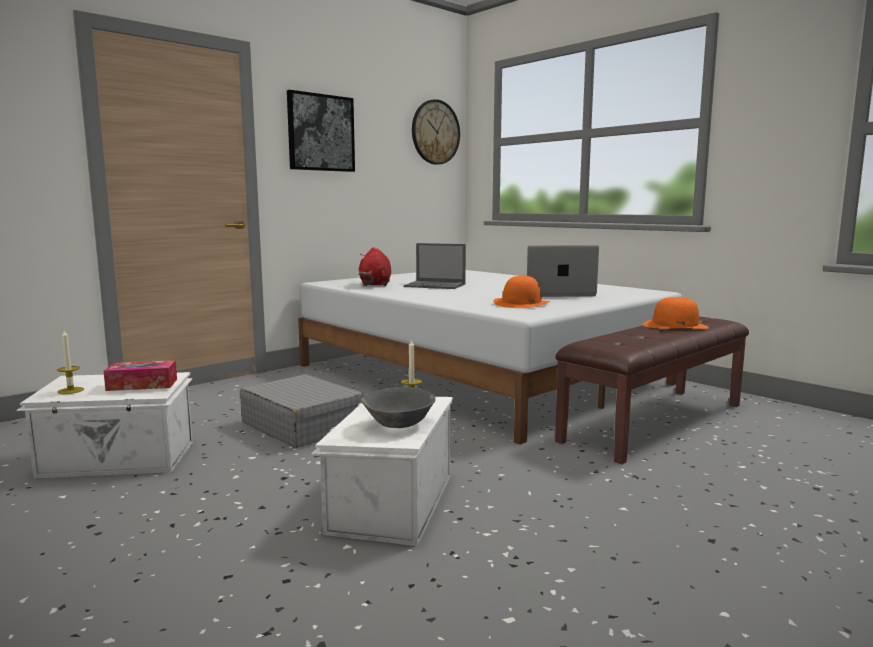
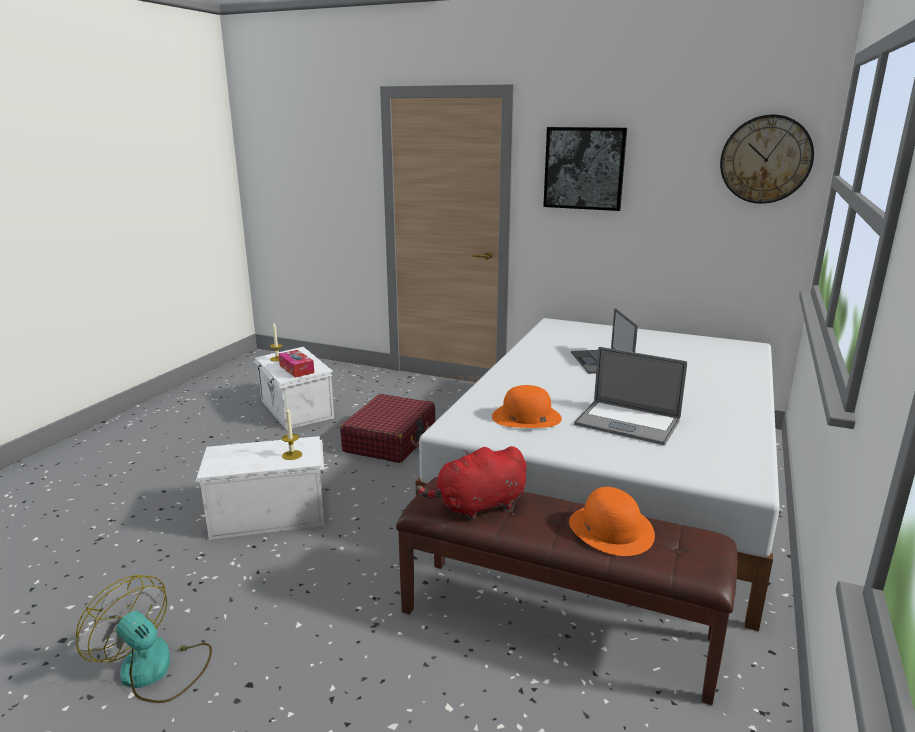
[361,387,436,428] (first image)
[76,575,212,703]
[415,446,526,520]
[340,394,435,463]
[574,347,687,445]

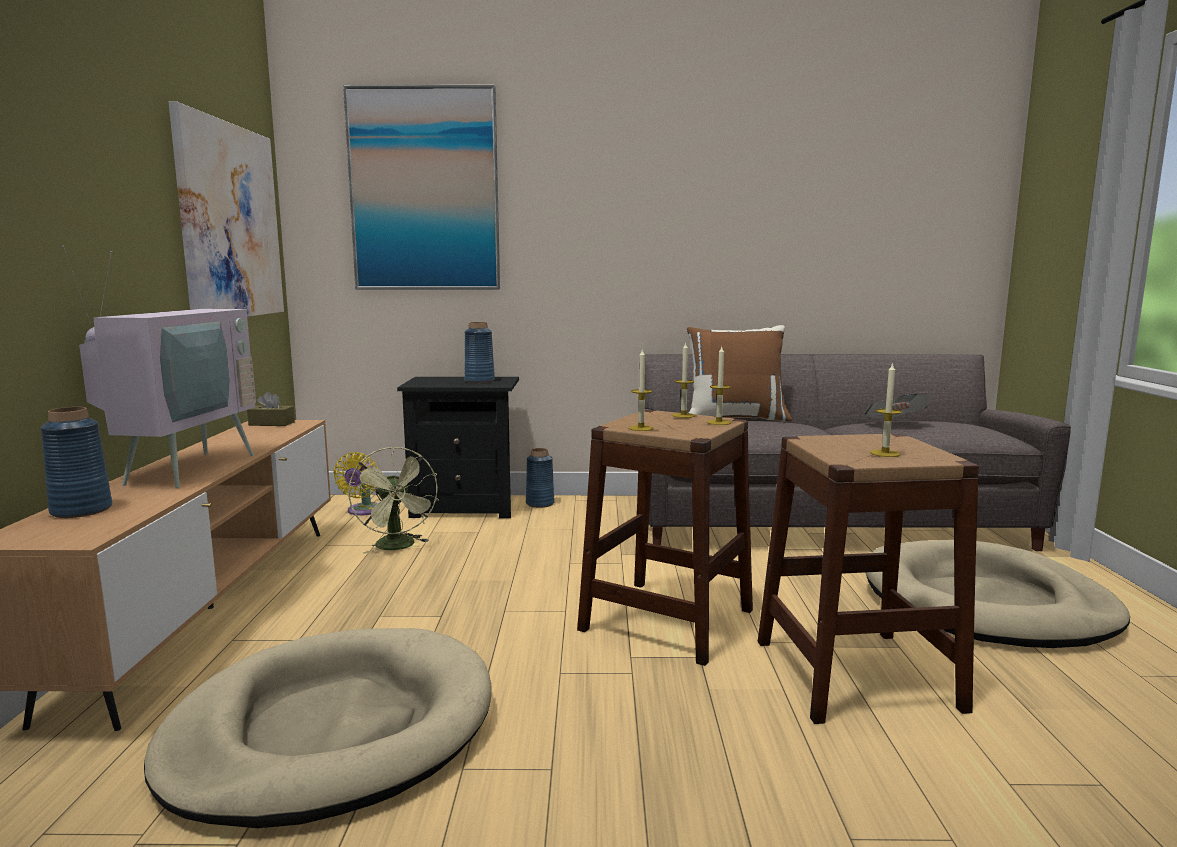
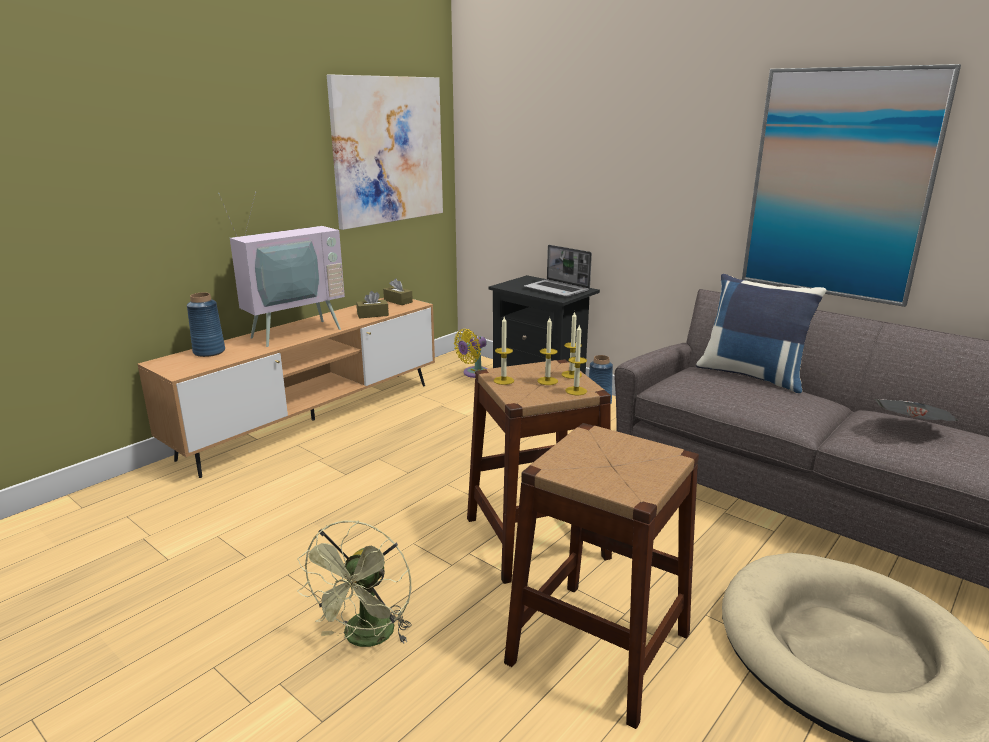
[144,628,492,828] (first image)
[356,291,389,318]
[742,64,961,307]
[297,521,412,647]
[537,317,558,385]
[524,245,592,297]
[696,274,826,394]

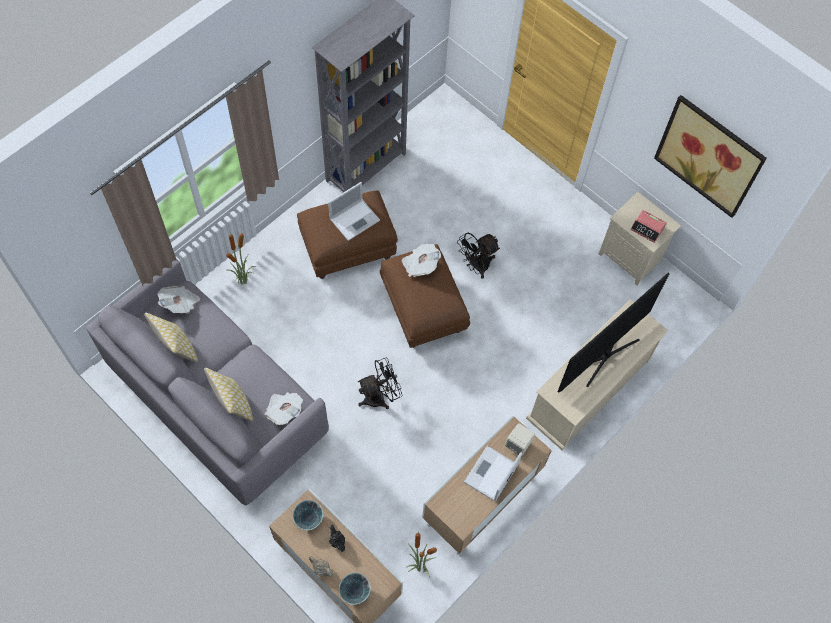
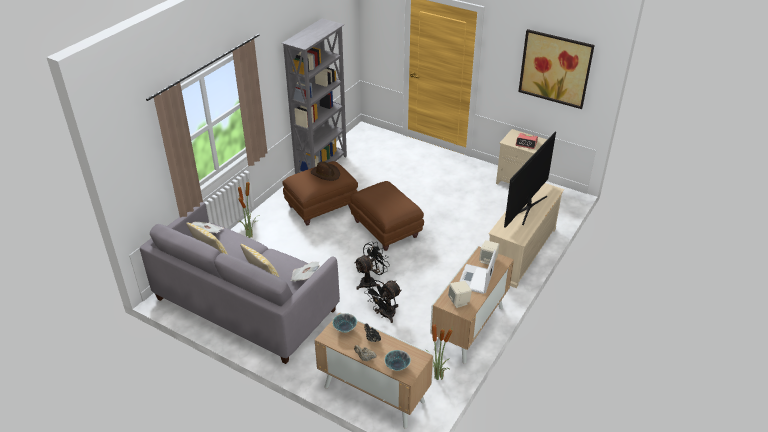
[402,244,441,277] (first image)
[448,281,472,308]
[364,280,402,323]
[311,161,340,181]

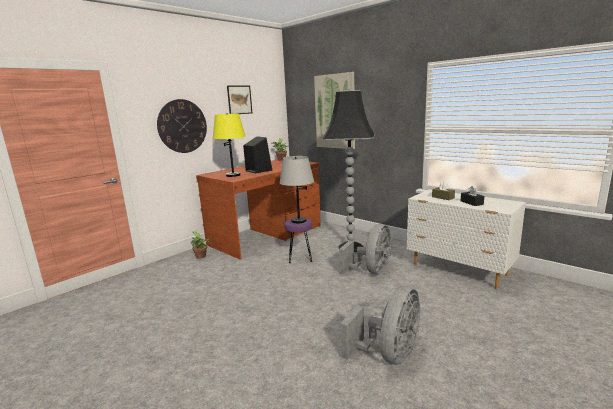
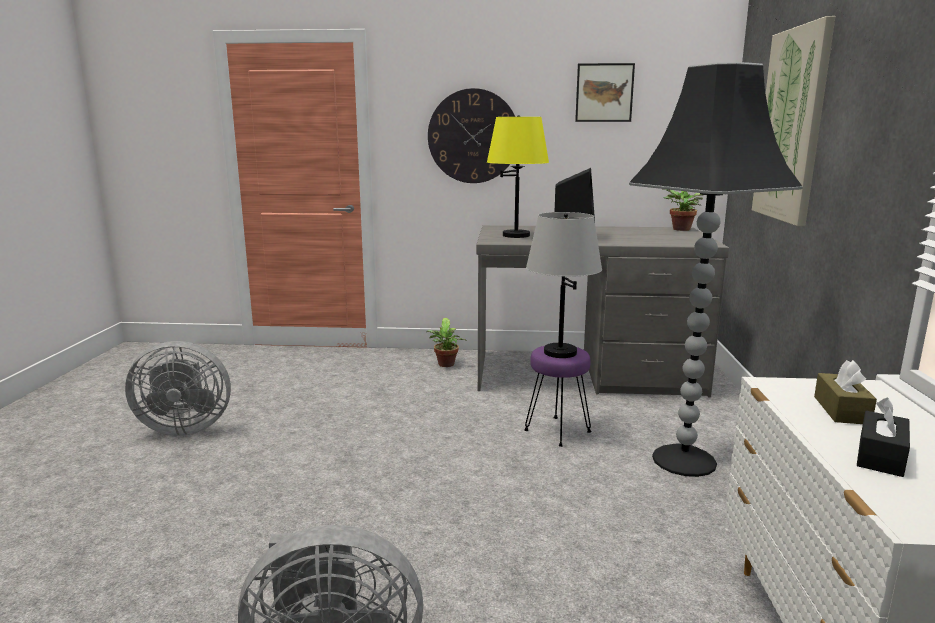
[125,341,231,436]
[476,225,729,397]

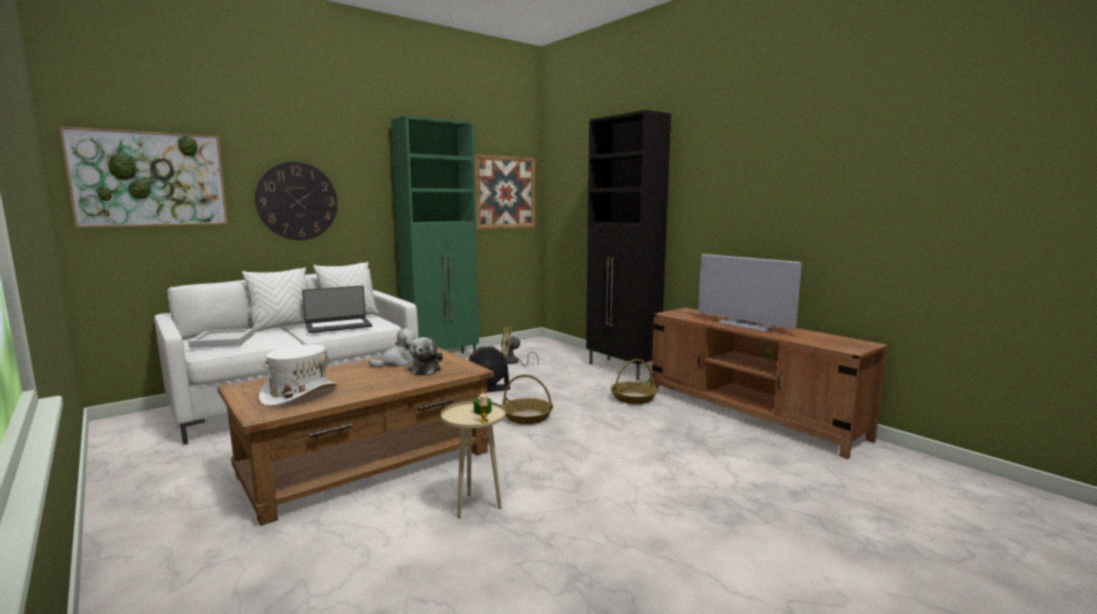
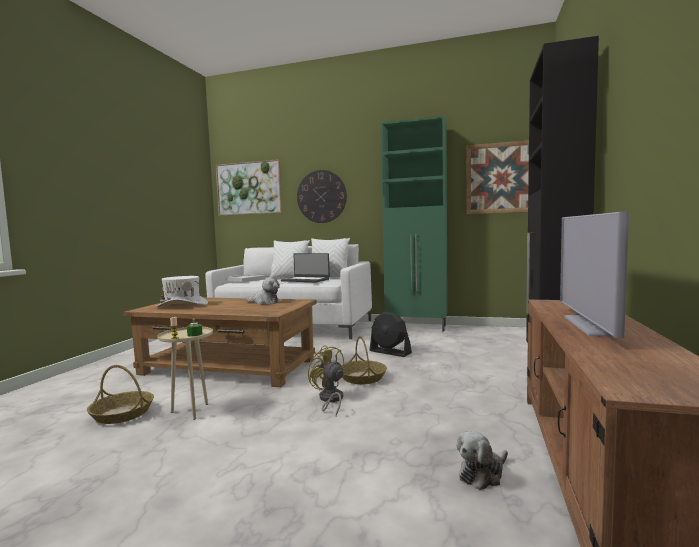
[457,431,508,490]
[308,345,346,416]
[87,365,154,424]

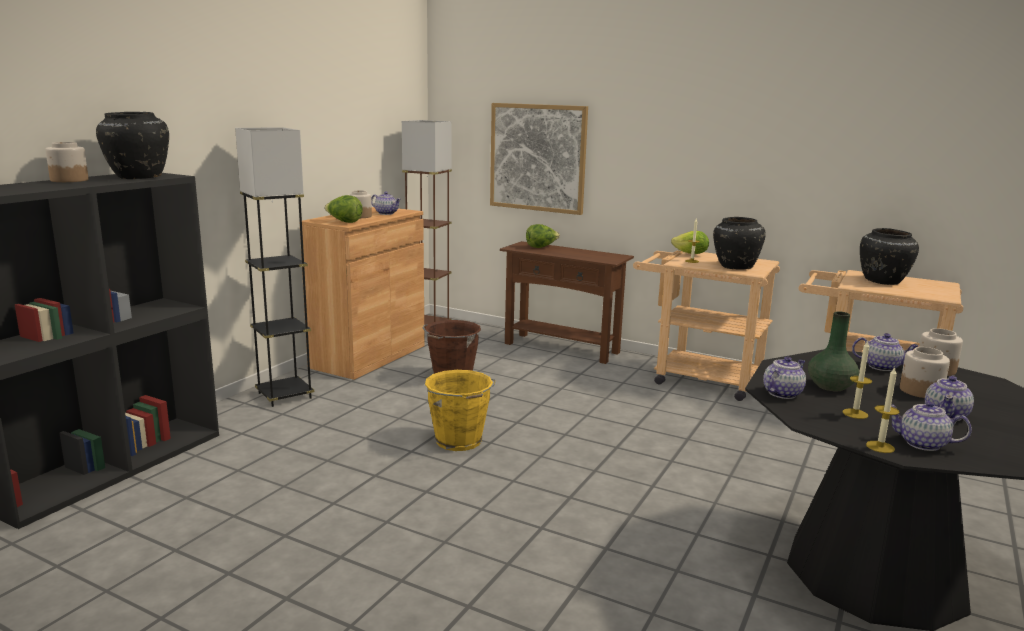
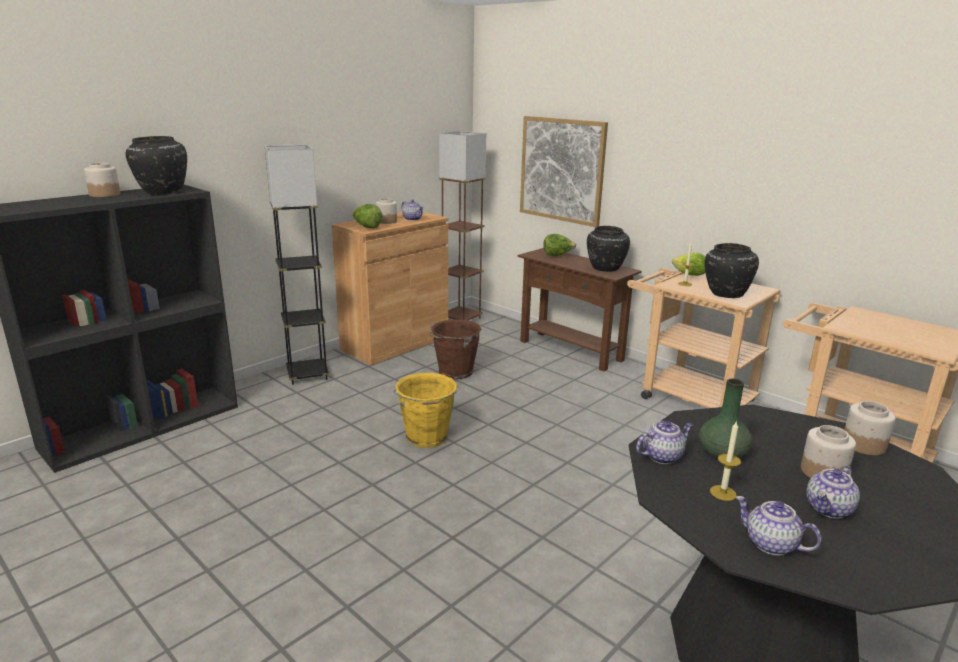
[852,333,918,371] (first image)
[866,367,900,453] (first image)
[587,226,630,272]

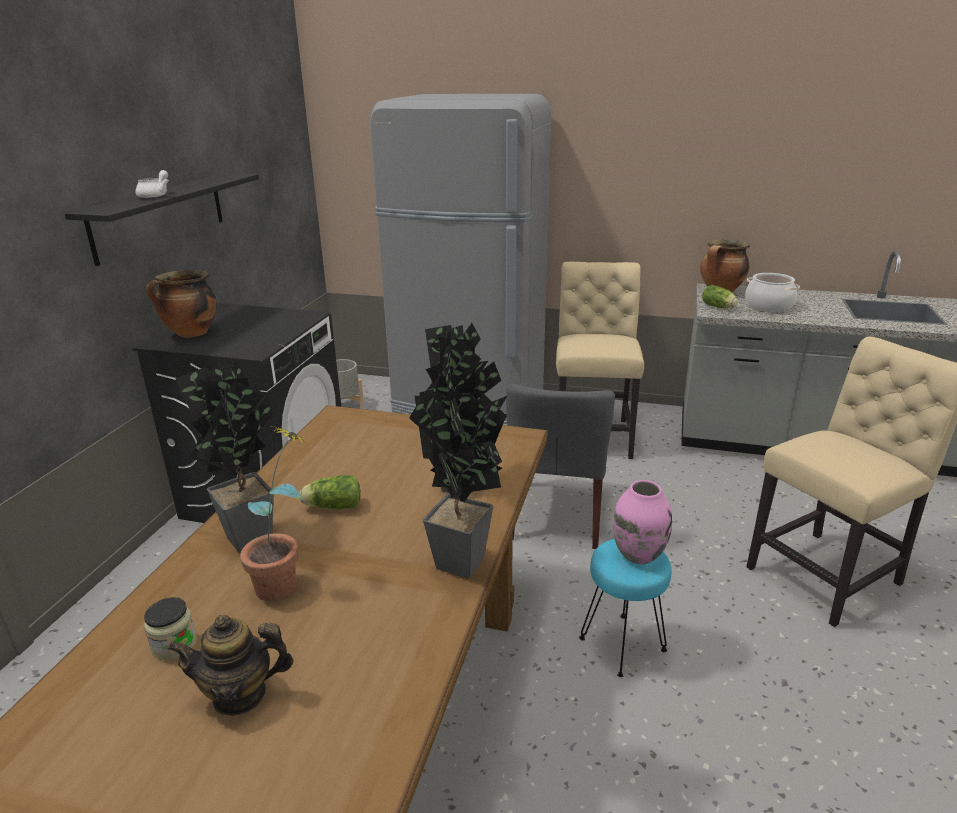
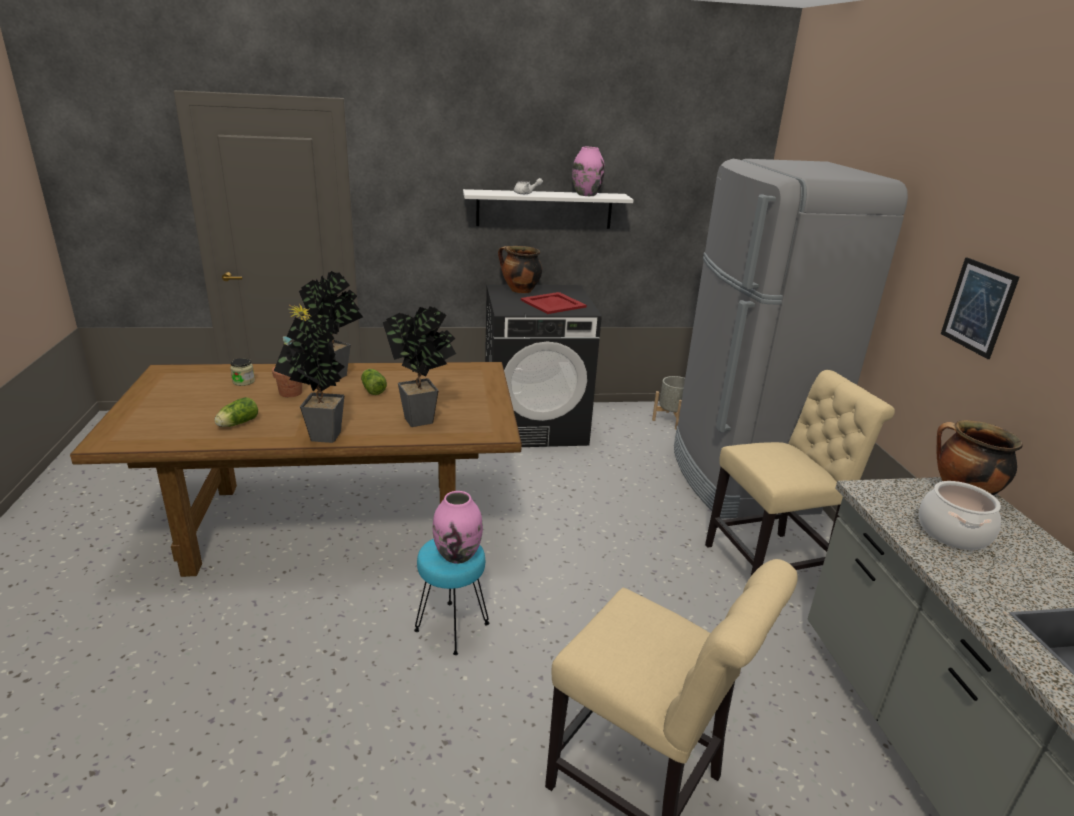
[167,615,294,716] (first image)
[506,384,615,549] (first image)
[521,292,587,314]
[572,147,605,196]
[941,257,1019,359]
[214,397,258,427]
[463,189,633,229]

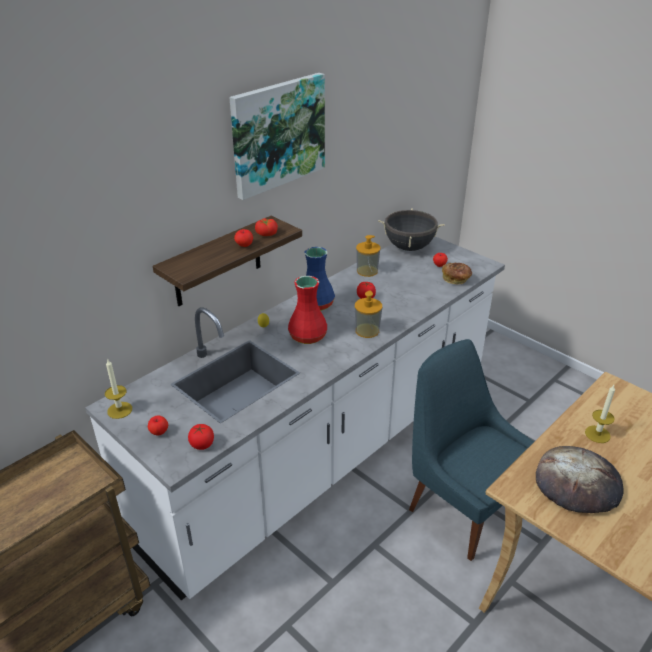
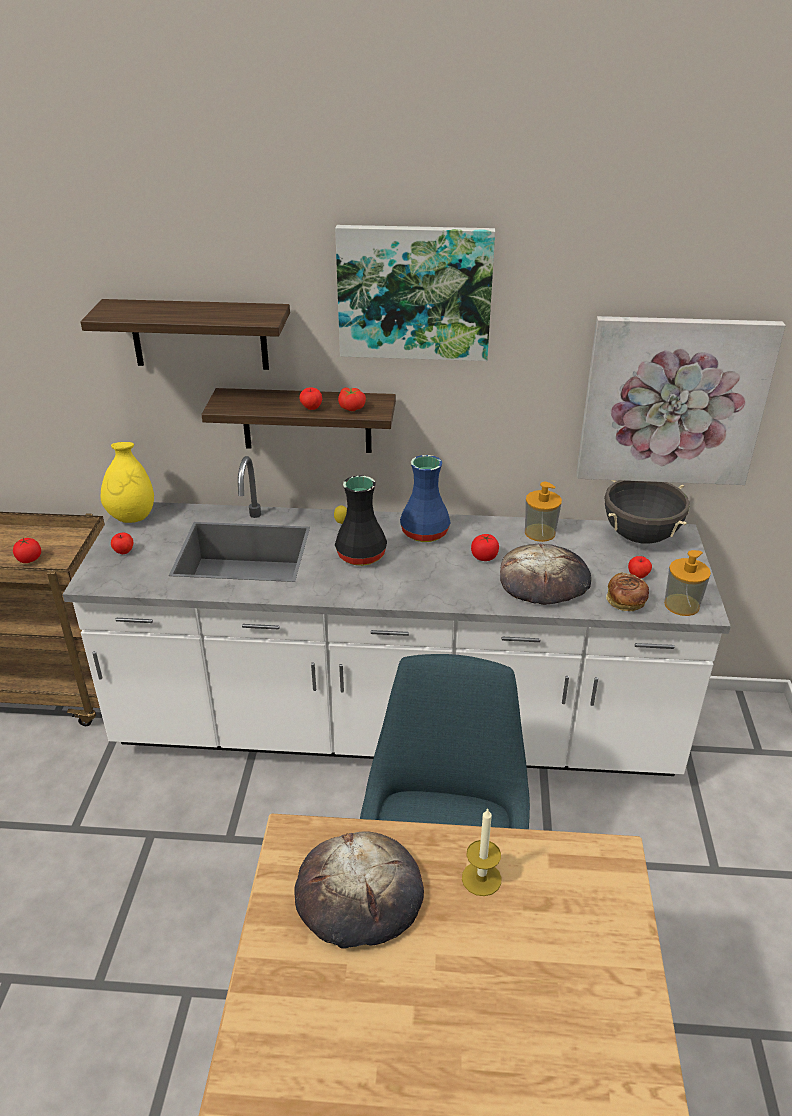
[80,299,290,370]
[500,544,591,605]
[576,316,786,485]
[13,537,41,563]
[664,550,711,616]
[101,442,154,523]
[335,475,387,566]

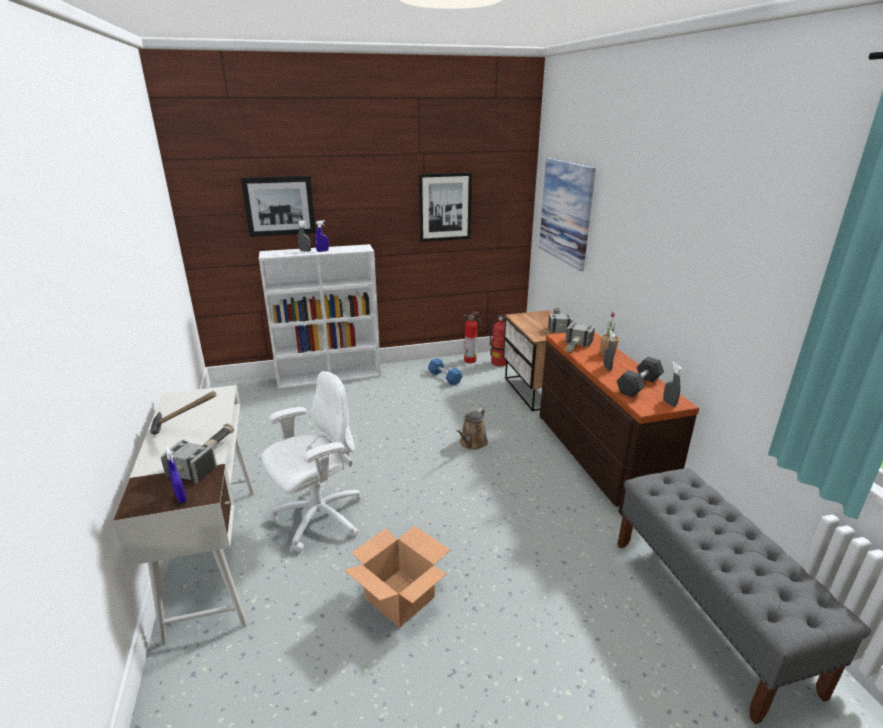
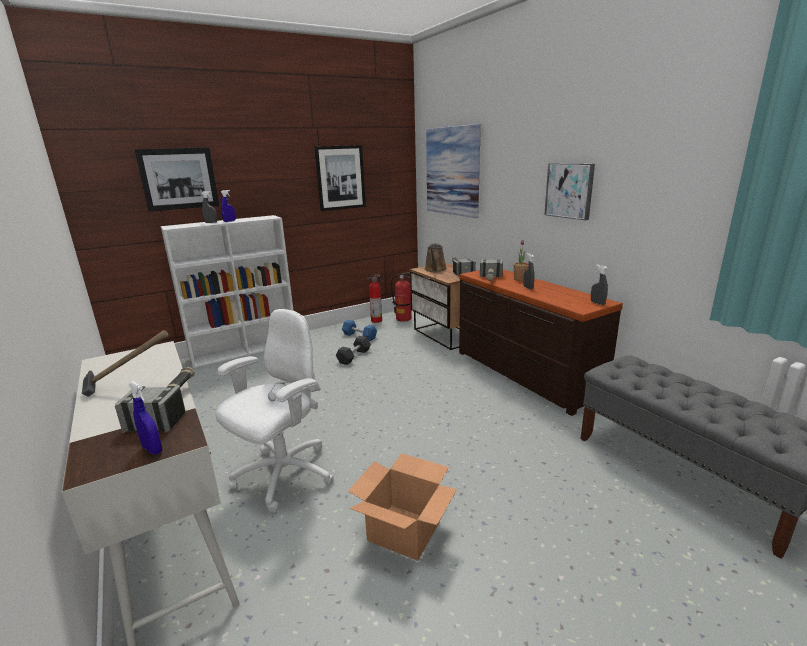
[544,163,595,220]
[424,243,447,272]
[336,336,371,365]

